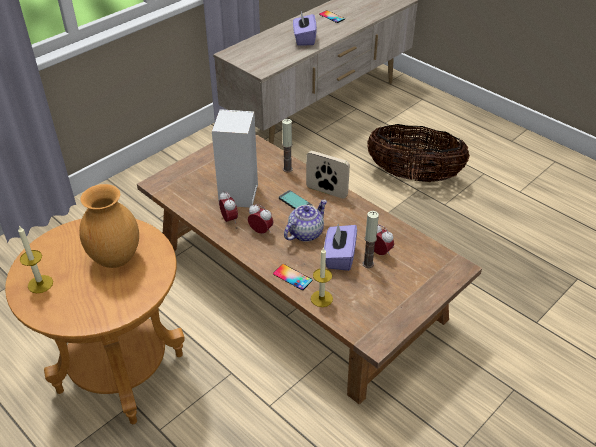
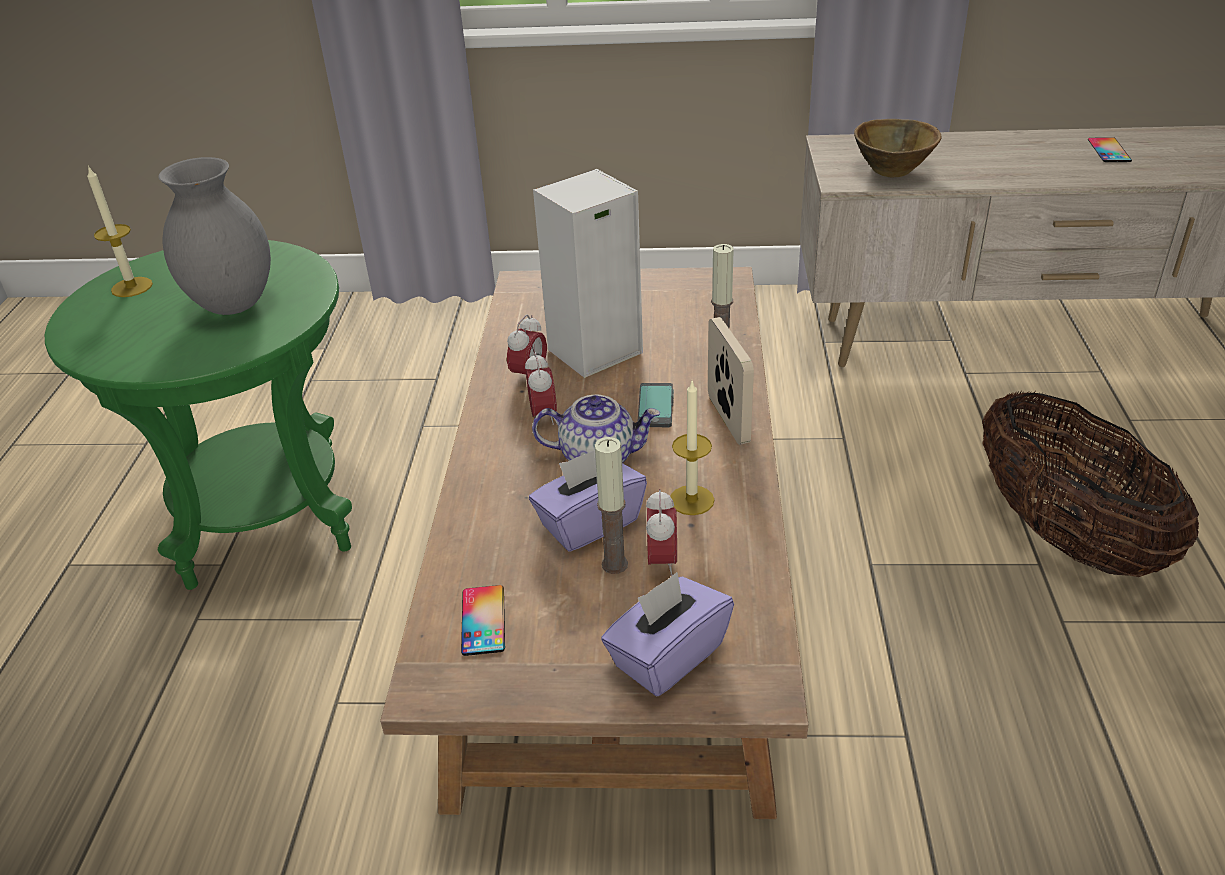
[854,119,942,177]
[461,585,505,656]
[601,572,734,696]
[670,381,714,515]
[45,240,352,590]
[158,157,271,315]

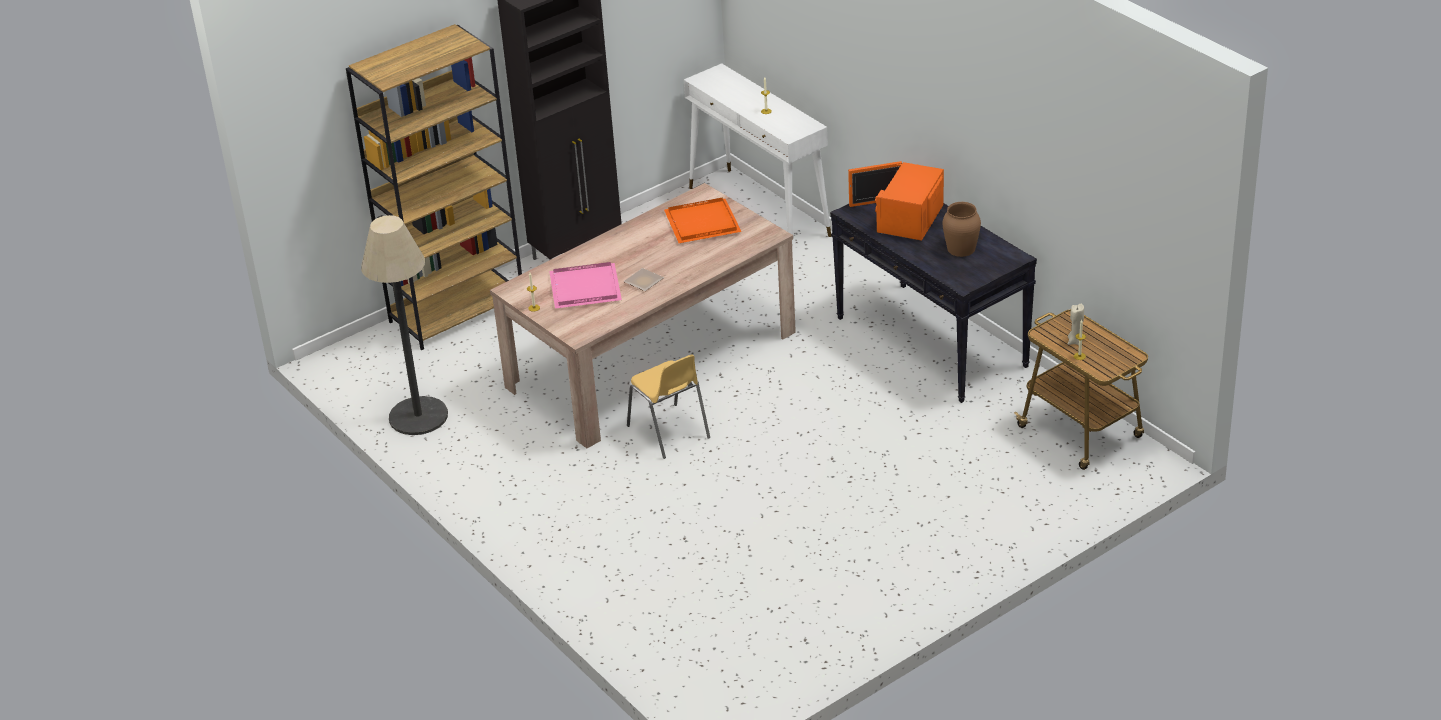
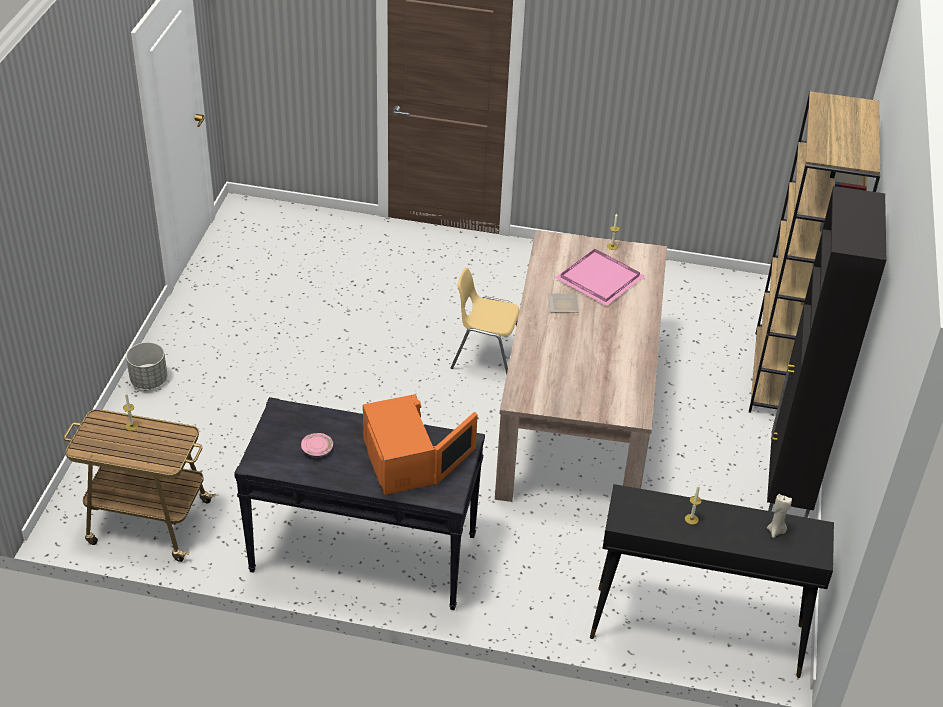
[361,215,448,435] (first image)
[664,198,741,243] (first image)
[126,342,167,389]
[767,494,792,538]
[301,433,333,457]
[590,484,834,678]

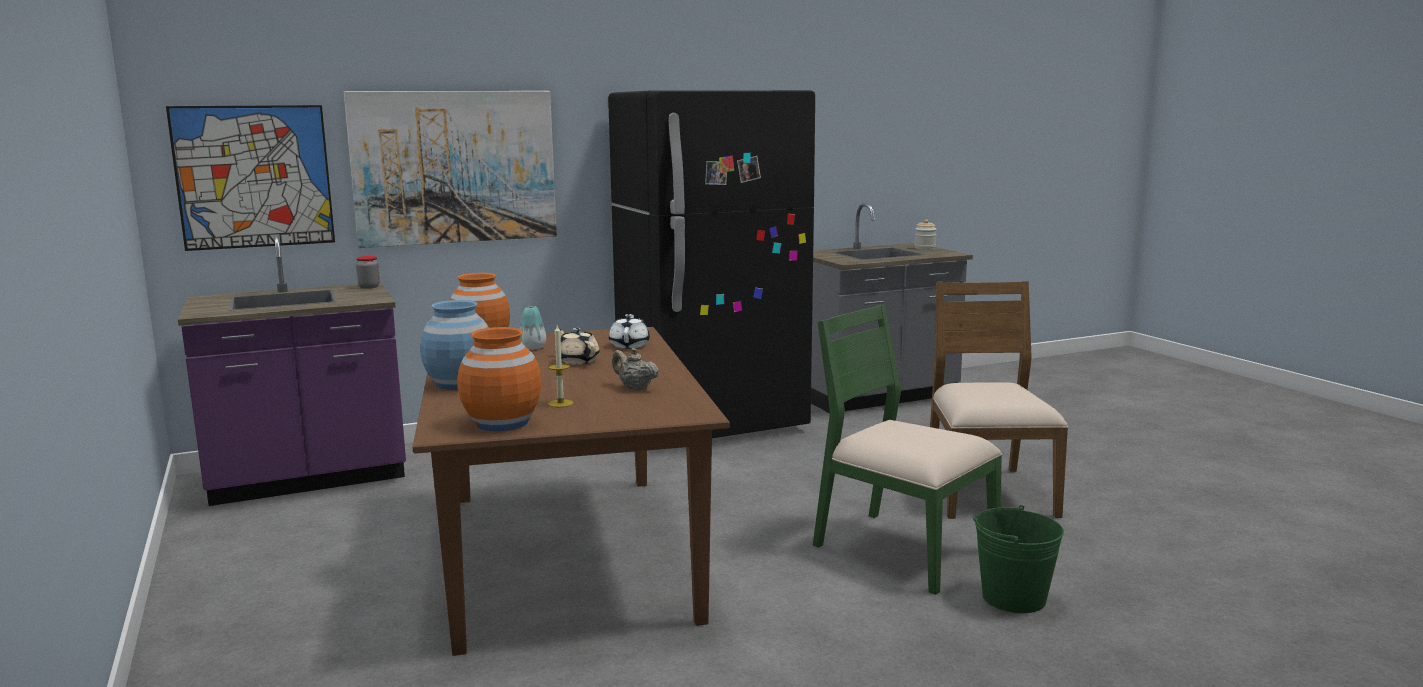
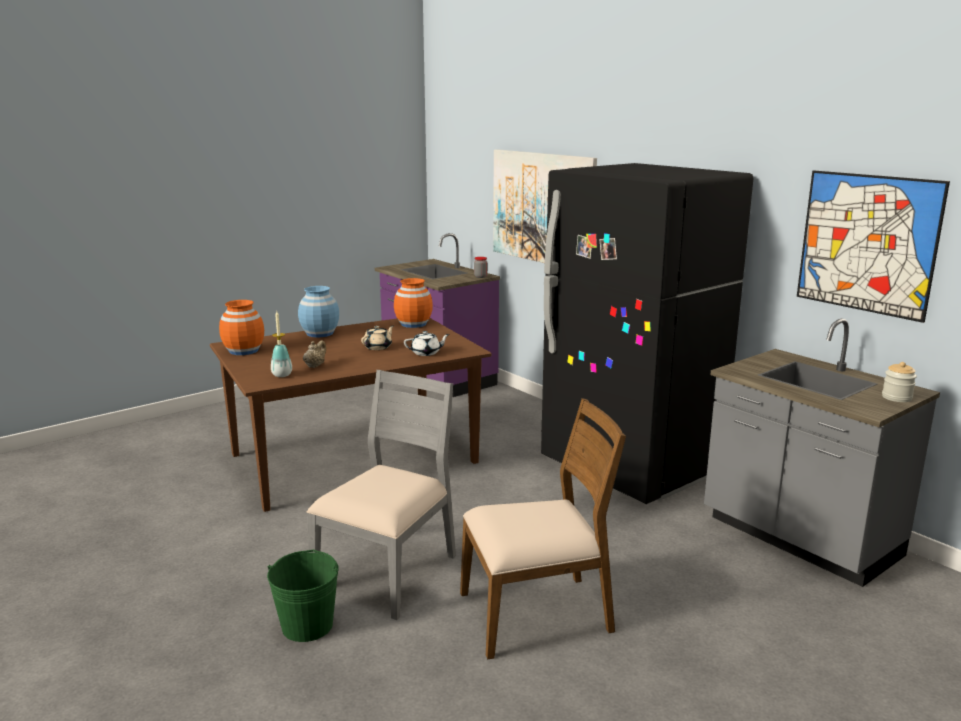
[797,171,950,323]
[271,344,292,377]
[307,370,456,620]

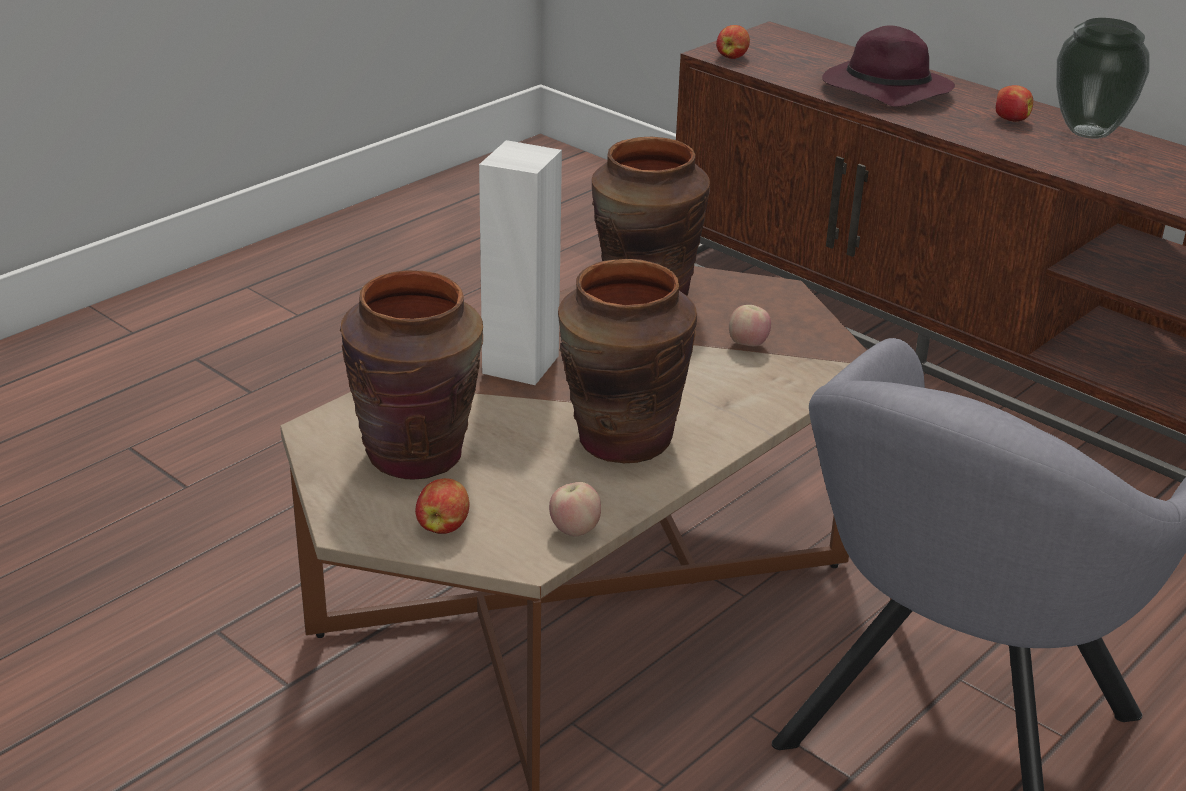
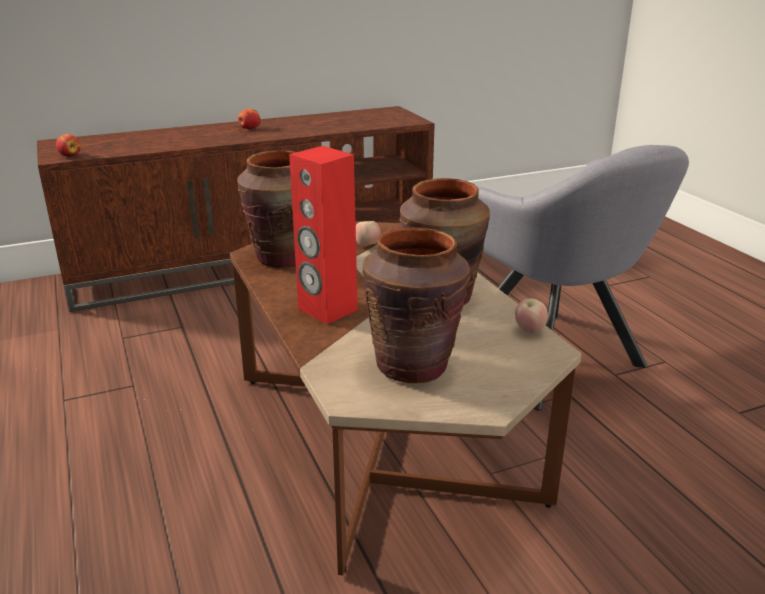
[415,478,470,534] (first image)
[822,26,955,107] (first image)
[1056,18,1150,139] (first image)
[289,146,358,324]

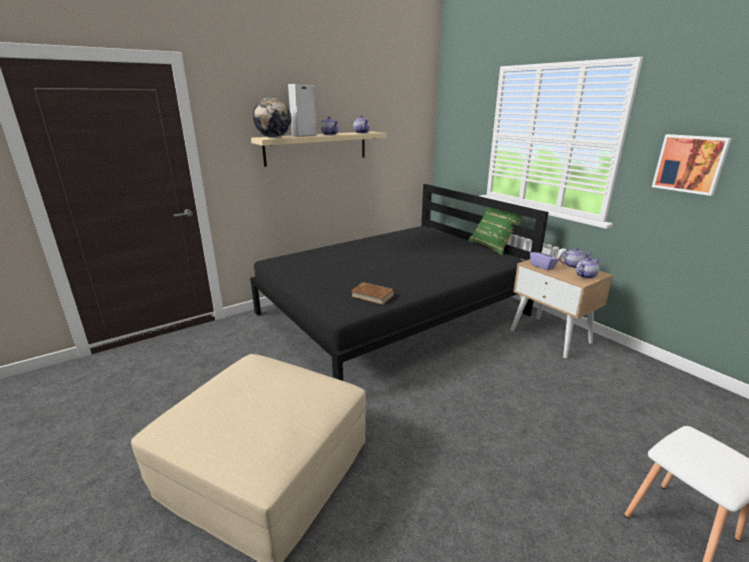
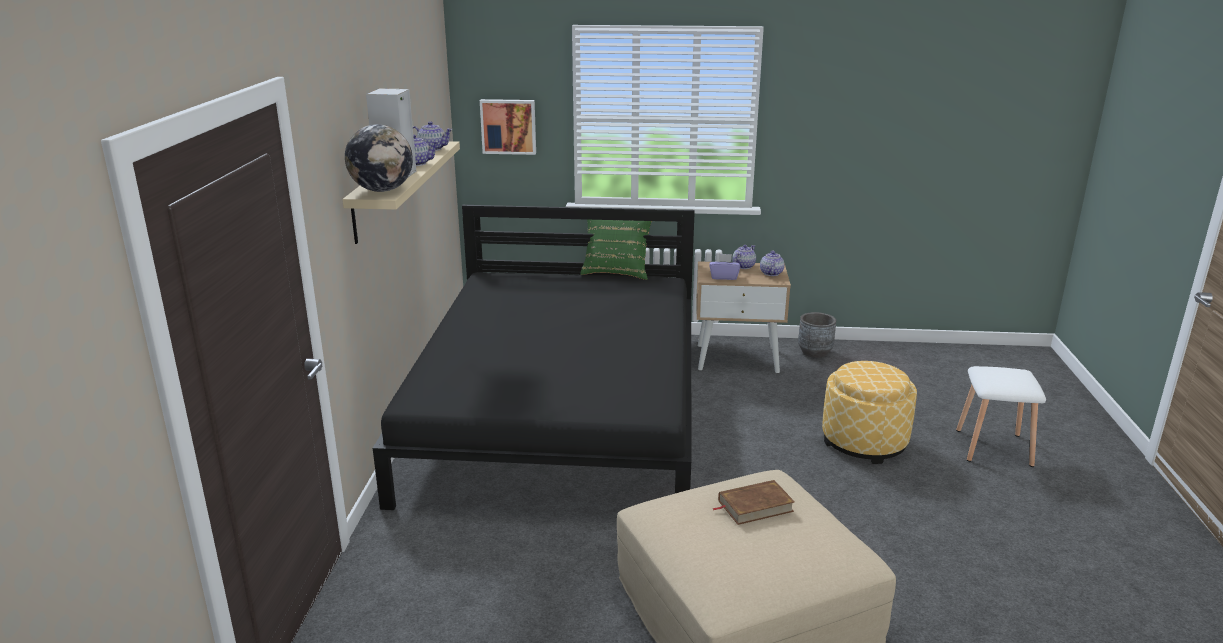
[798,312,836,358]
[822,361,917,464]
[712,480,795,525]
[480,99,536,155]

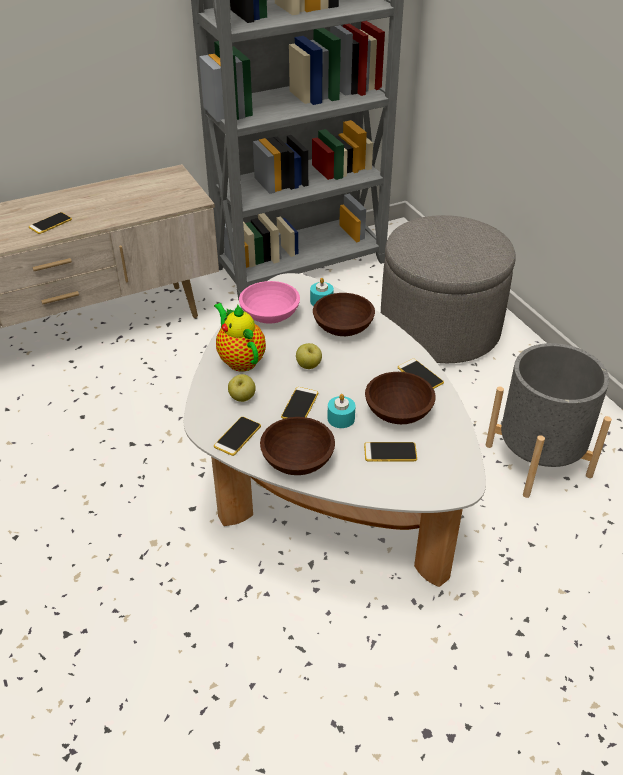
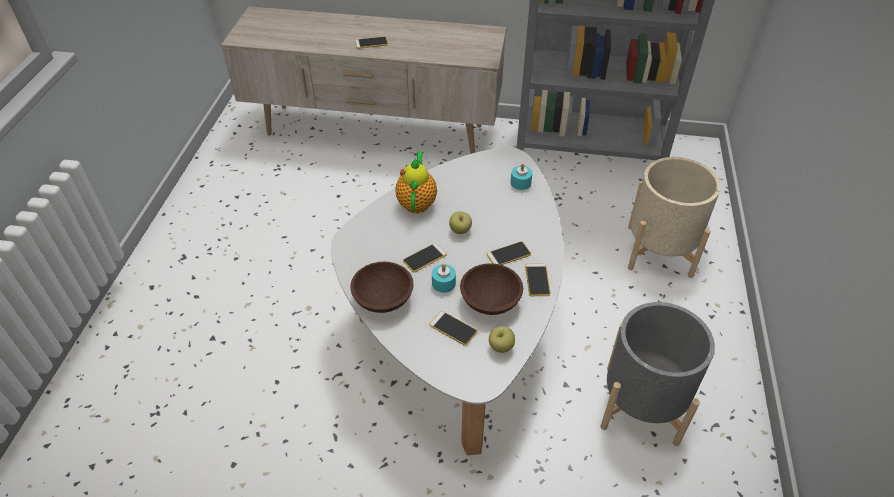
[239,281,300,324] (first image)
[313,293,375,336] (first image)
[487,241,531,265]
[489,326,515,353]
[628,157,721,278]

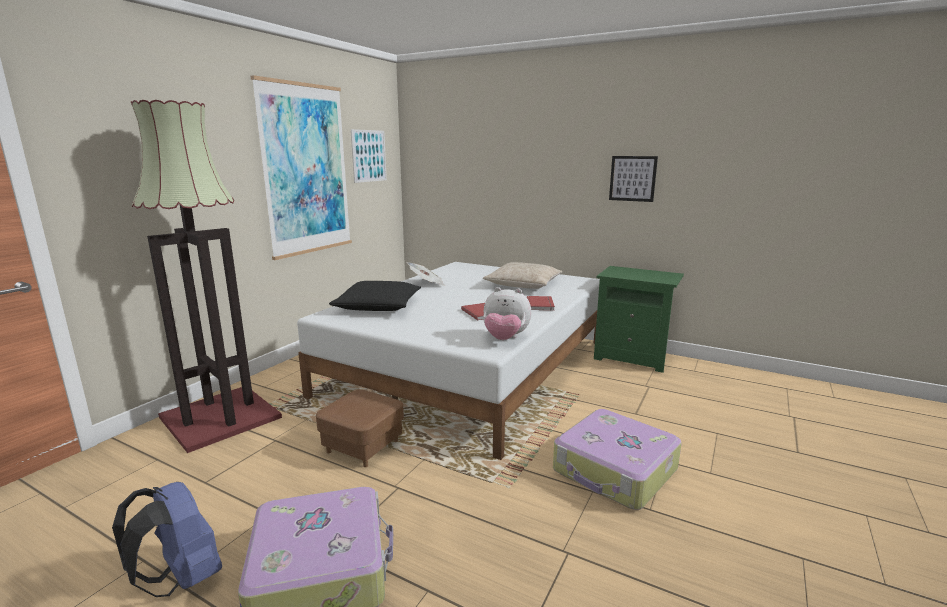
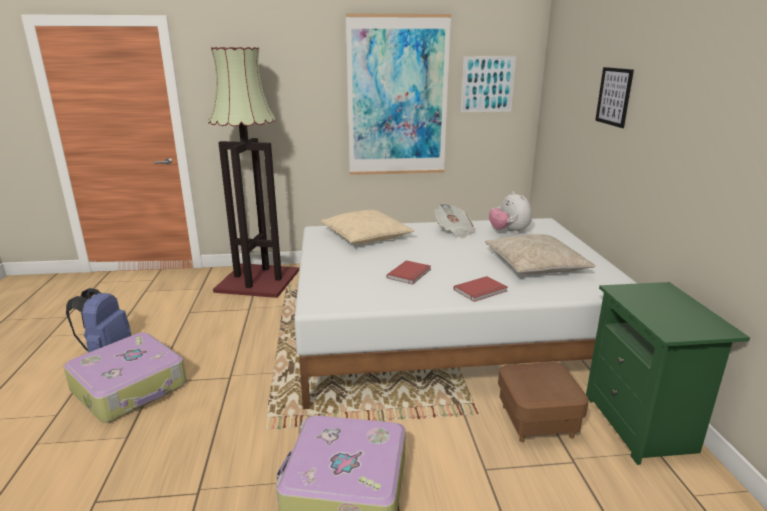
[498,362,589,442]
[489,191,532,234]
[595,67,634,128]
[321,210,414,244]

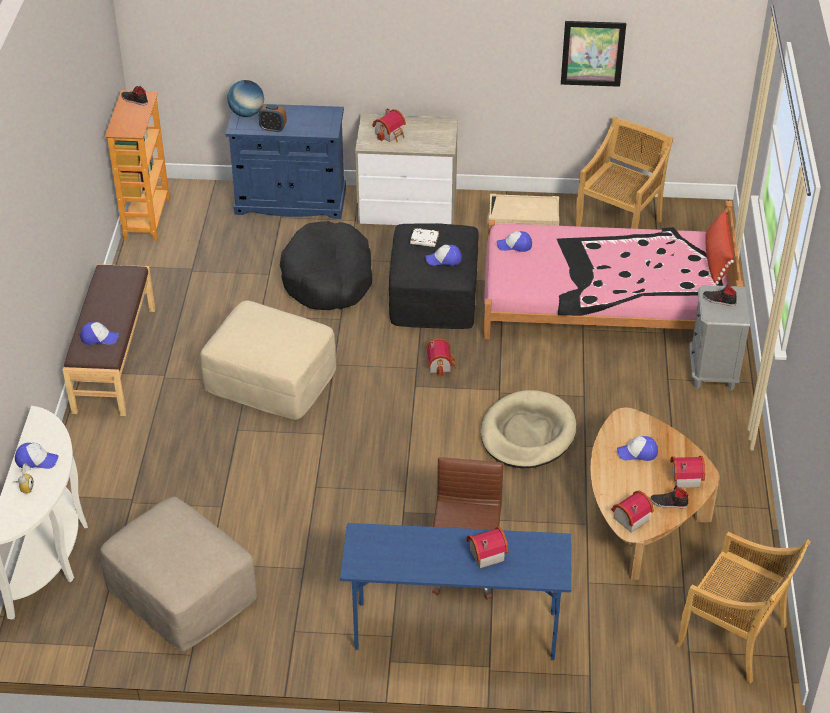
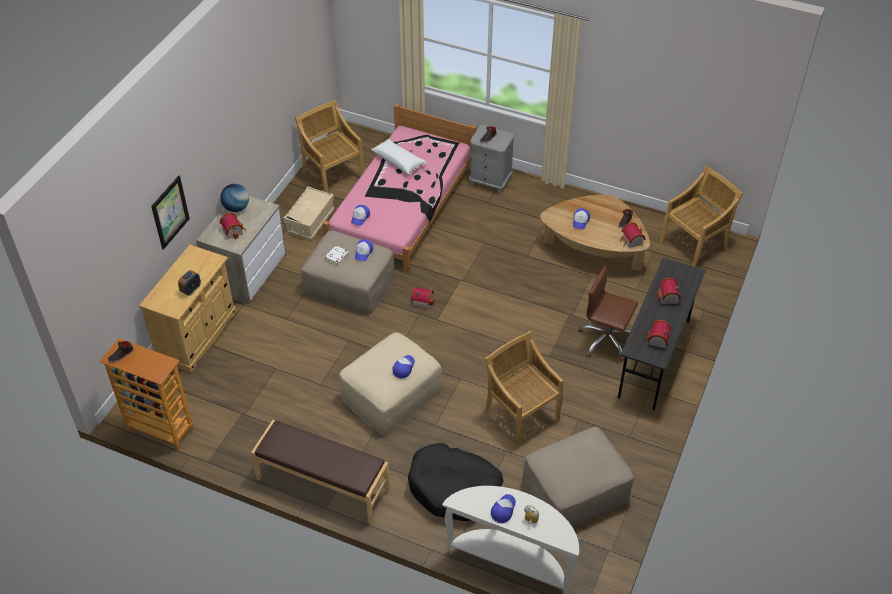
[481,390,576,468] (first image)
[705,210,734,284] (first image)
[371,139,426,175]
[484,331,564,448]
[393,355,415,379]
[220,184,249,212]
[408,443,504,521]
[151,176,190,250]
[644,320,671,348]
[139,245,237,373]
[618,258,705,410]
[301,230,395,315]

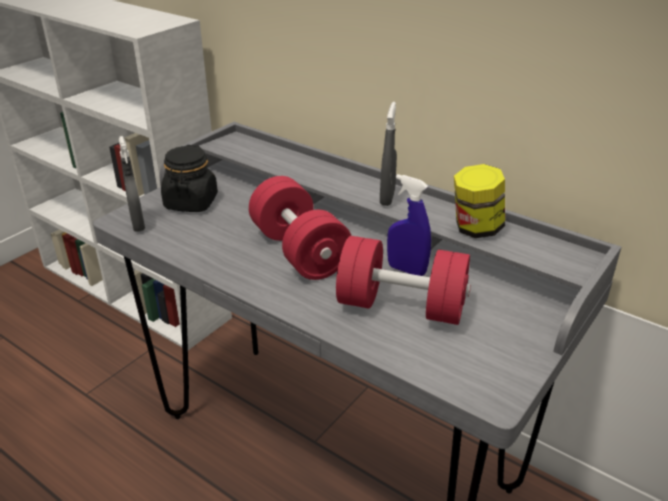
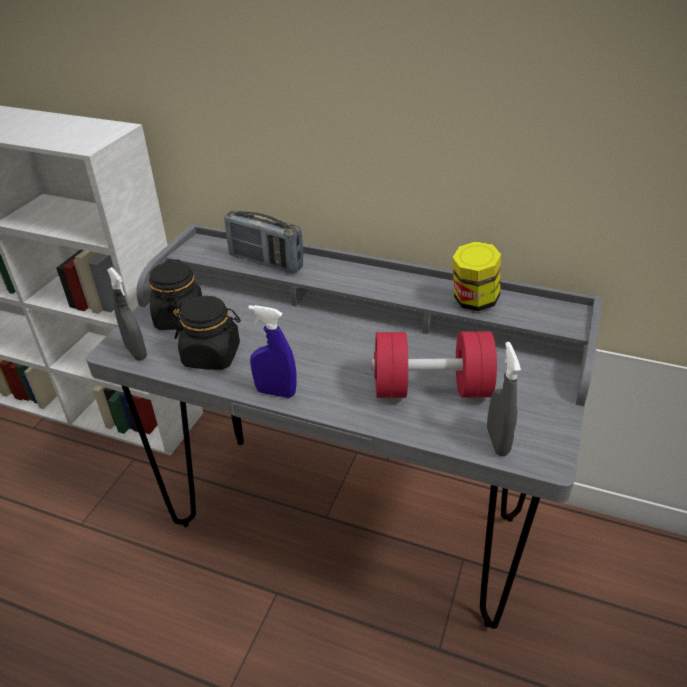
[249,176,351,280] (first image)
[173,296,241,370]
[224,210,303,274]
[487,342,521,456]
[248,305,297,398]

